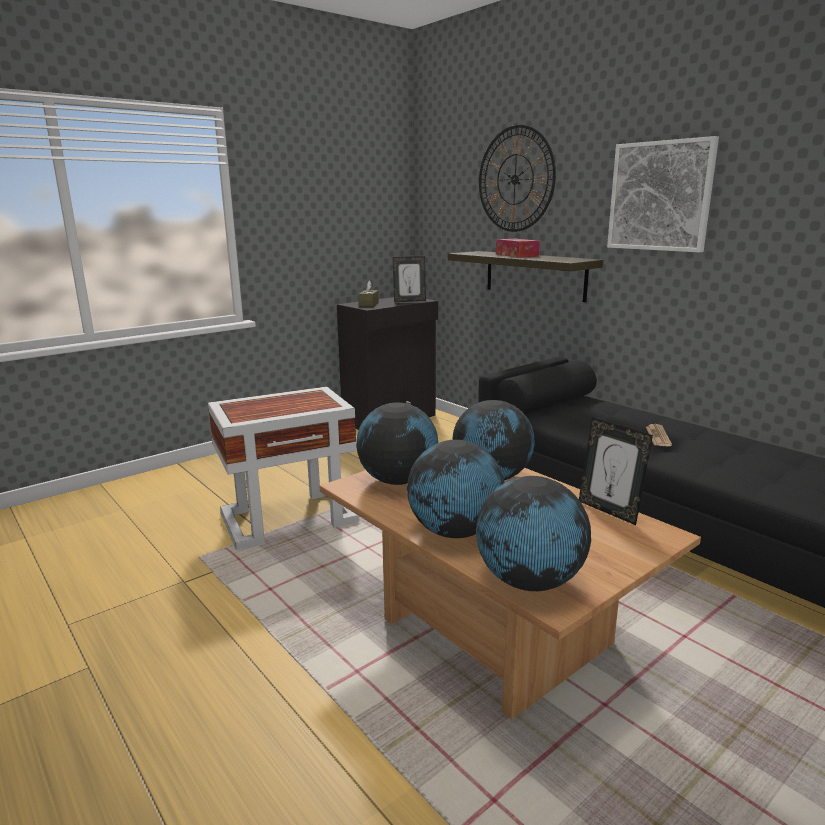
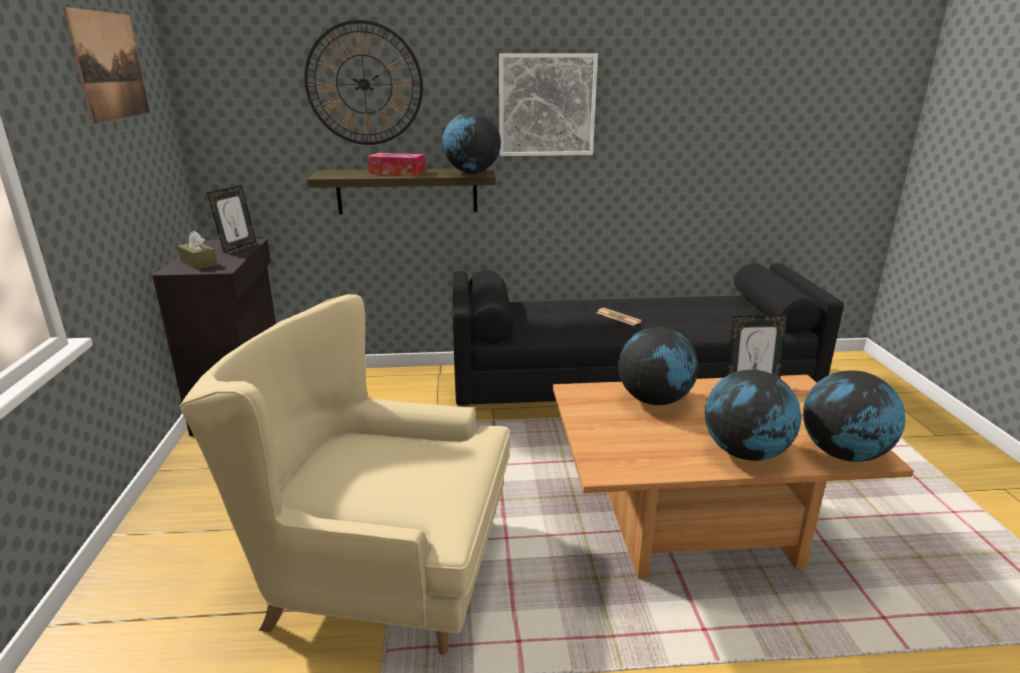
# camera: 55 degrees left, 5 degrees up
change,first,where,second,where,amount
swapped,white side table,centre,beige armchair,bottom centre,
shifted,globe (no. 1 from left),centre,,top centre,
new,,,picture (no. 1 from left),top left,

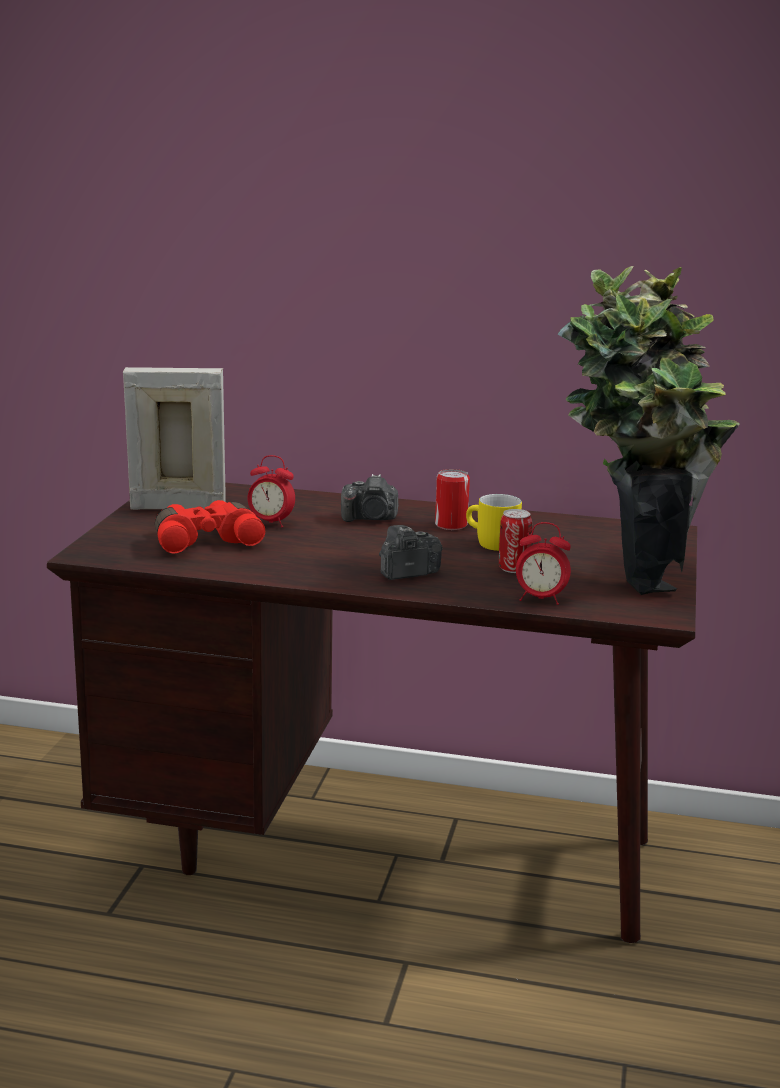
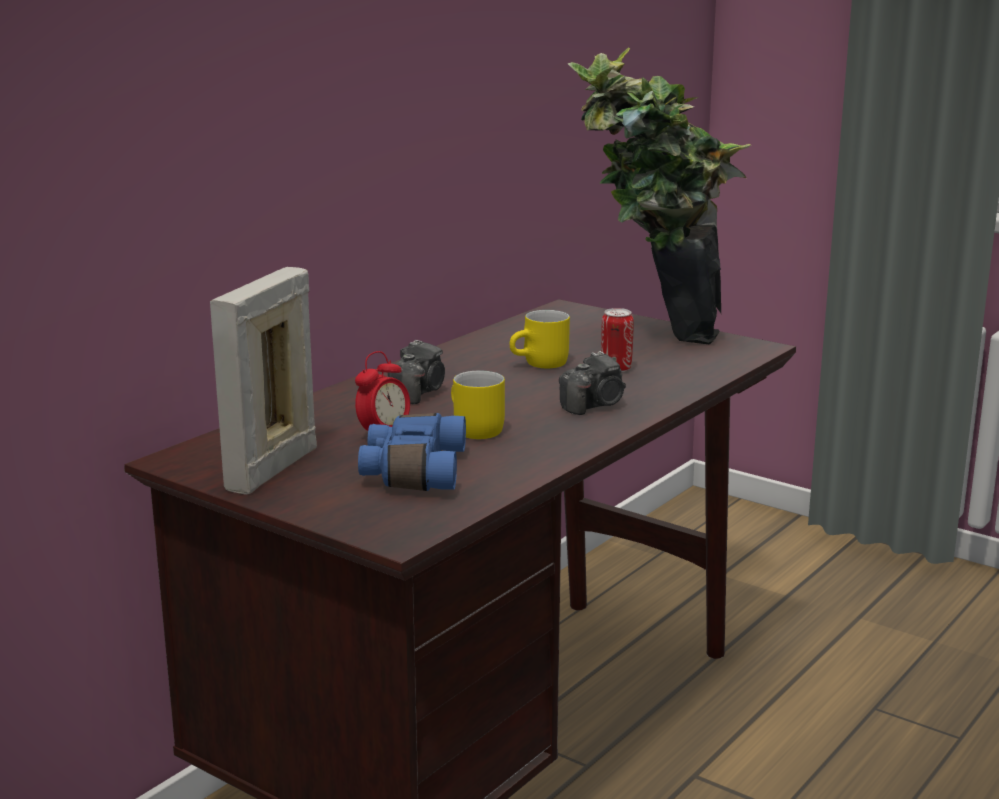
# camera: 65 degrees left, 0 degrees up
change,first,where,second,where,amount
repainted,red binoculars,middle left,blue binoculars,centre,
rotated,photo camera (no. 2 from left),centre,,centre,120 degrees counterclockwise
gone,can (no. 1 from left),centre,,,
gone,alarm clock (no. 2 from left),middle right,,,
new,,,yellow mug (no. 1 from left),centre,

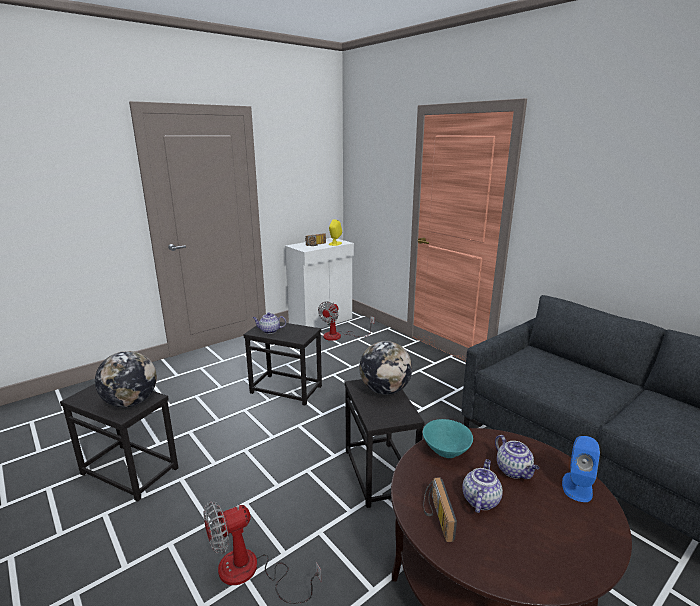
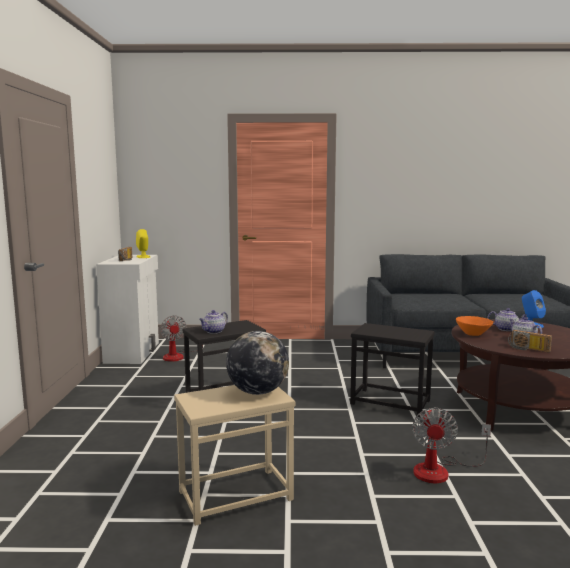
# camera: 50 degrees left, 10 degrees down
change,first,where,second,where,amount
repainted,black side table (no. 1 from left),bottom left,beige side table,bottom centre,
gone,globe (no. 2 from left),centre,,,
repainted,turquoise bowl,bottom centre,orange bowl,middle right,

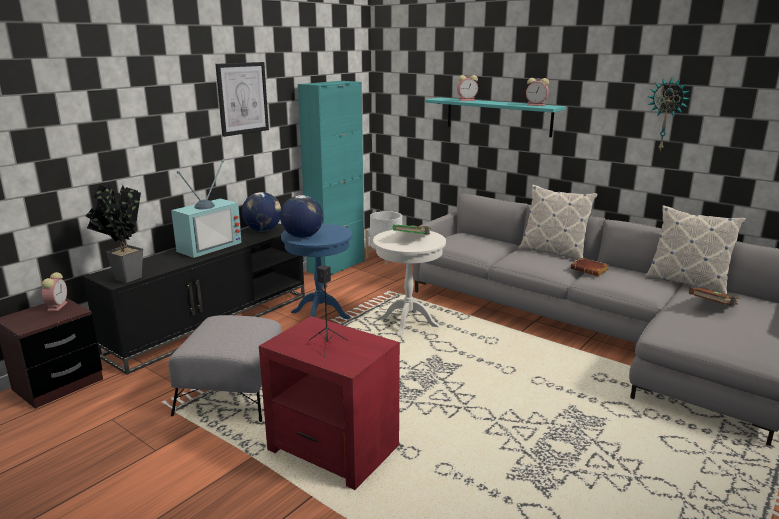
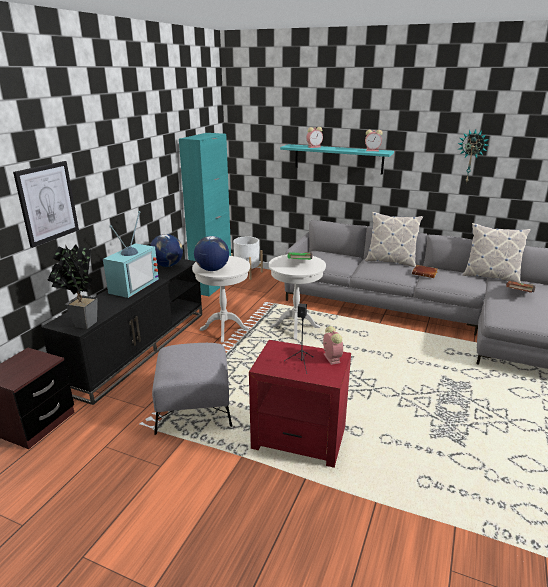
# camera: 15 degrees left, 5 degrees up
change,first,where,second,where,amount
shifted,alarm clock (no. 1 from left in the first image),middle left,alarm clock (no. 2 from left),centre,
shifted,picture,top left,,middle left,
repainted,blue side table,centre,white side table (no. 1 from left),centre,

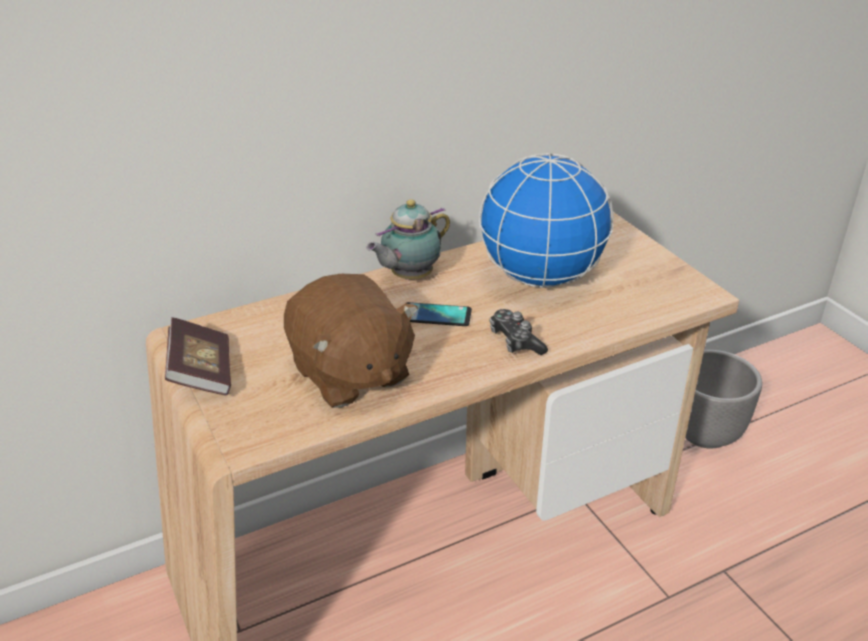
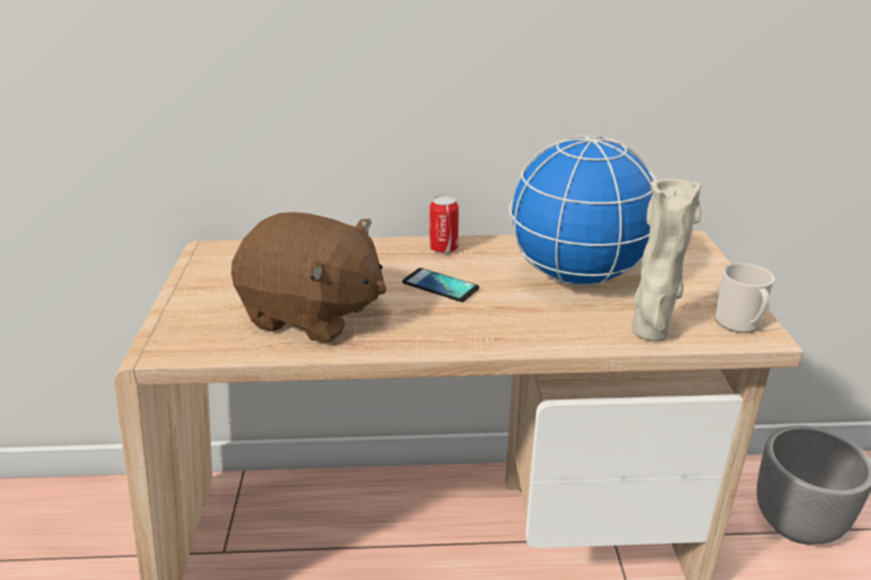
# camera: 25 degrees right, 5 degrees down
change,first,where,second,where,amount
gone,book,middle left,,,
rotated,brown plush toy,centre,,centre,60 degrees counterclockwise
swapped,teapot,centre,can,centre,
gone,game controller,centre,,,
new,,,beige vase,middle right,
new,,,mug,middle right,

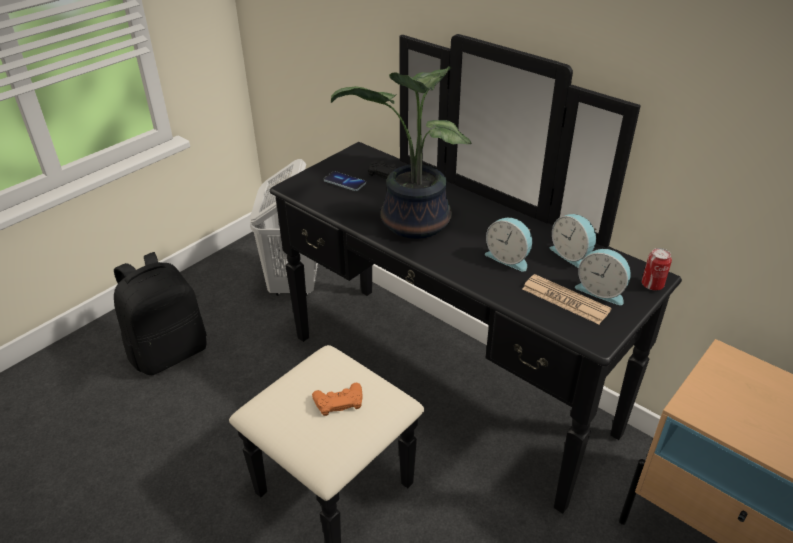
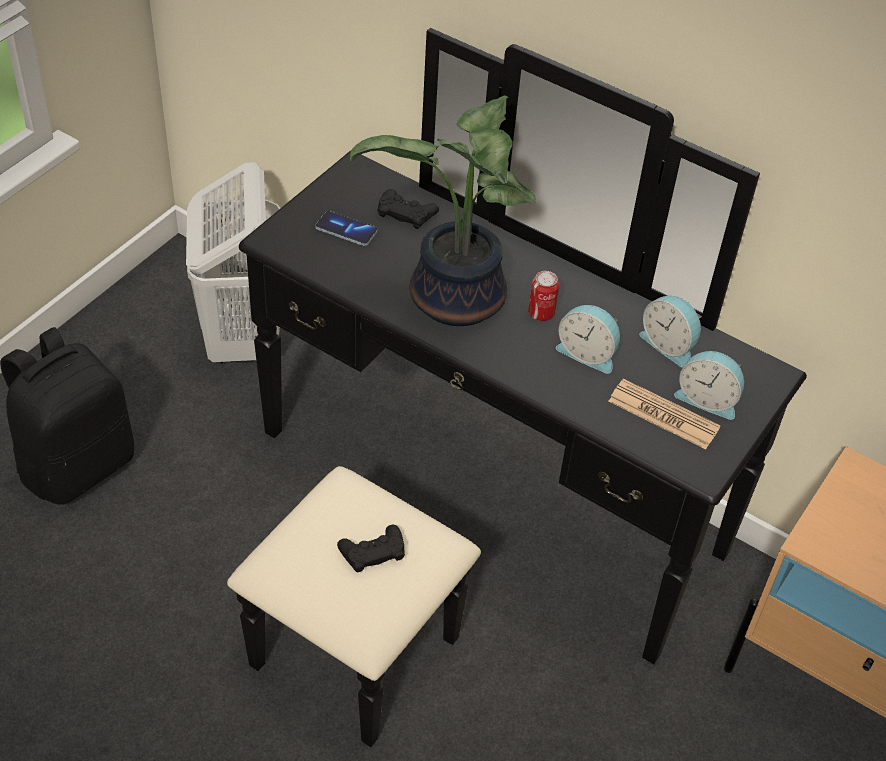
# camera: 10 degrees left, 10 degrees up
change,first,where,second,where,amount
repainted,orange game controller,bottom centre,black game controller (no. 1 from left),bottom centre,
shifted,can,middle right,,centre,

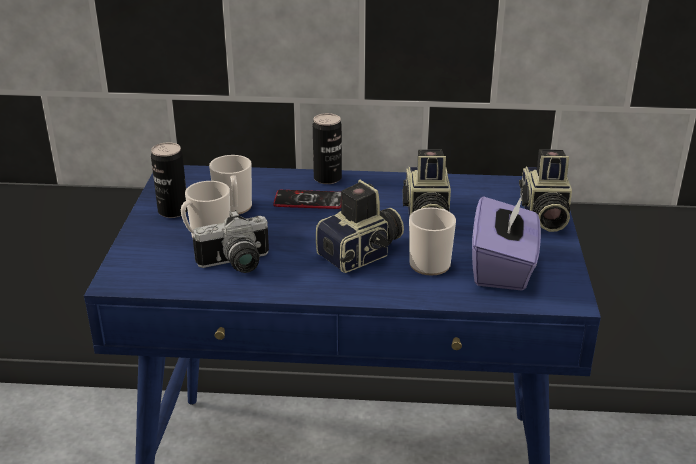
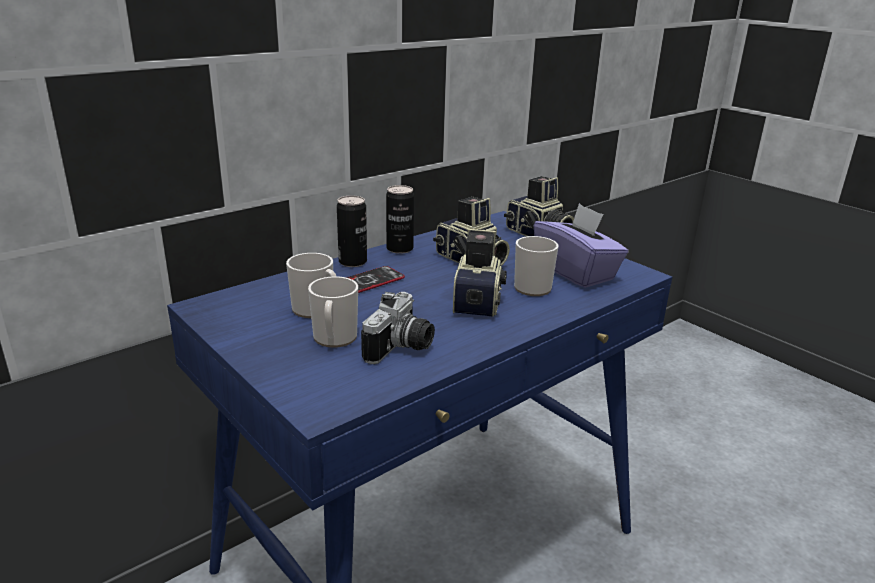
# camera: 45 degrees left, 5 degrees down
change,first,where,second,where,amount
shifted,can (no. 1 from left in the first image),middle left,can (no. 2 from left),centre,

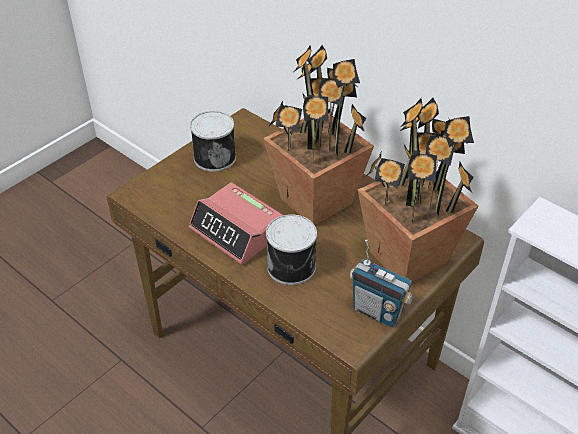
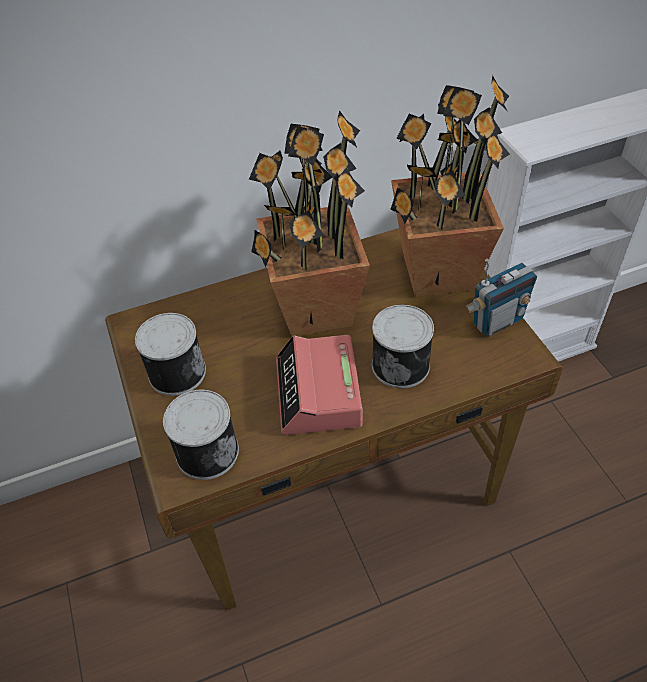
# camera: 60 degrees left, 5 degrees up
change,first,where,second,where,amount
rotated,alarm clock,centre,,centre,105 degrees clockwise
new,,,can (no. 2 from left),middle left,

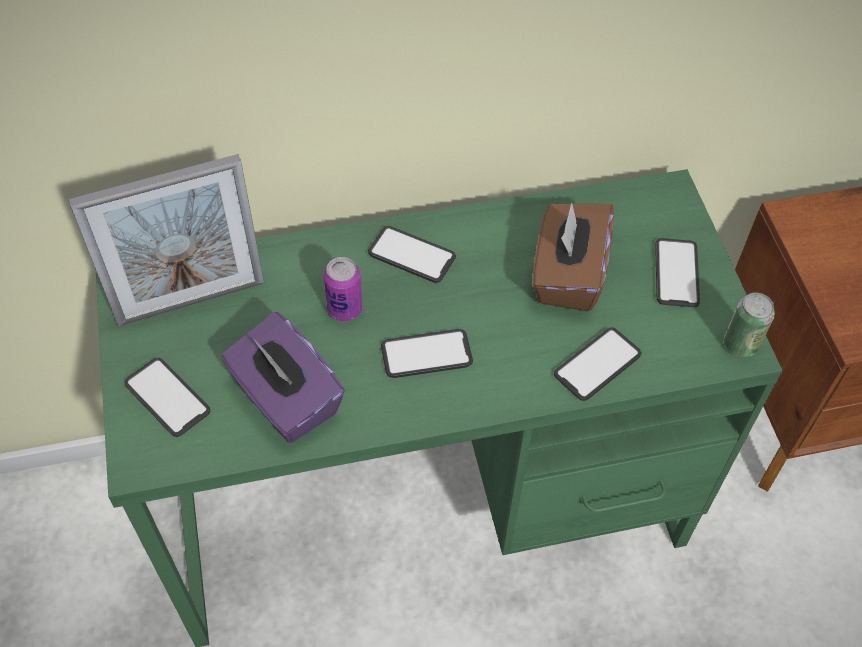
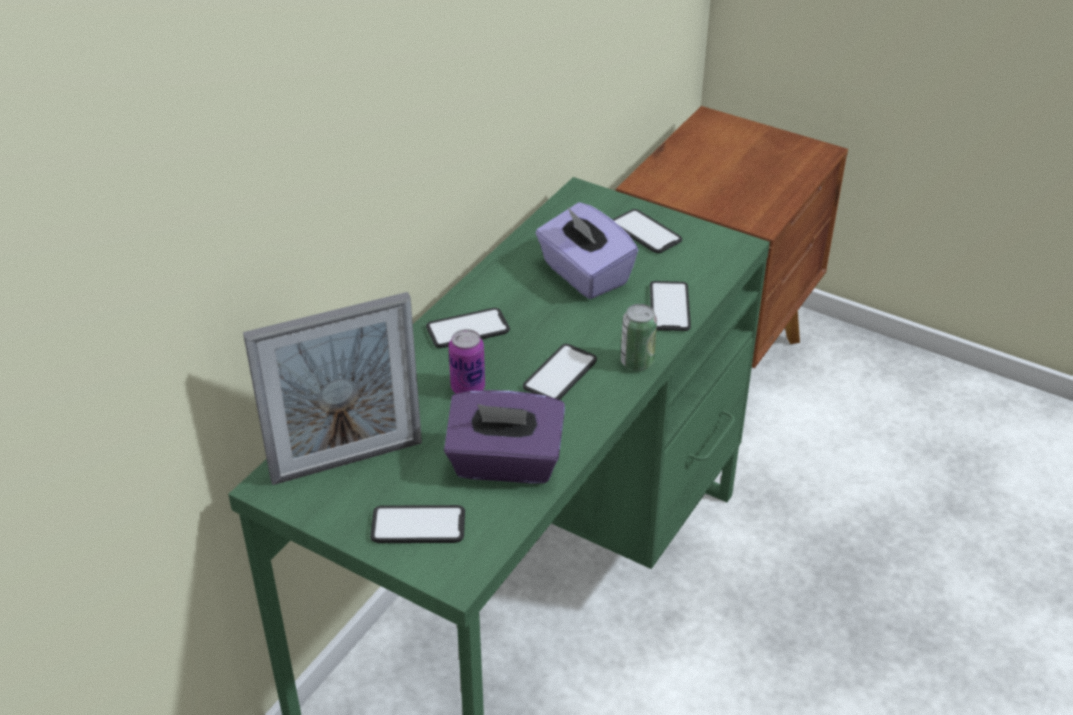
# camera: 45 degrees left, 15 degrees down
change,first,where,second,where,amount
rotated,picture frame,middle left,,middle left,45 degrees clockwise
repainted,brown tissue box,centre,purple tissue box (no. 2 from left),centre,
shifted,can (no. 2 from left),middle right,,centre,

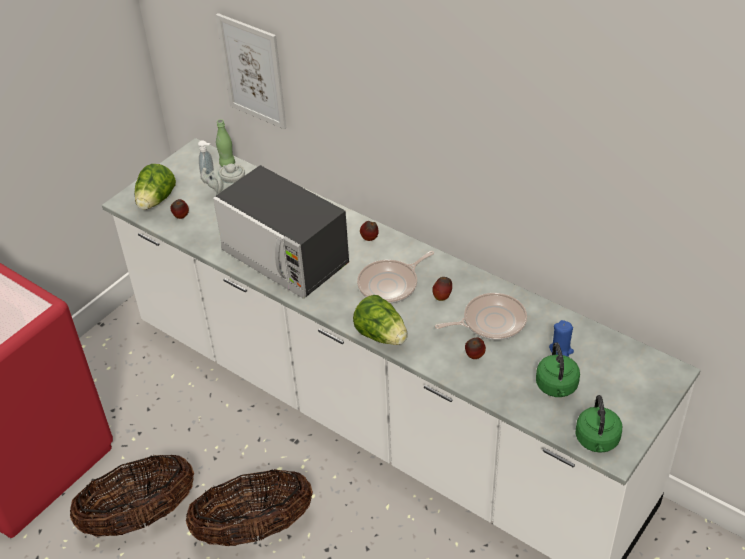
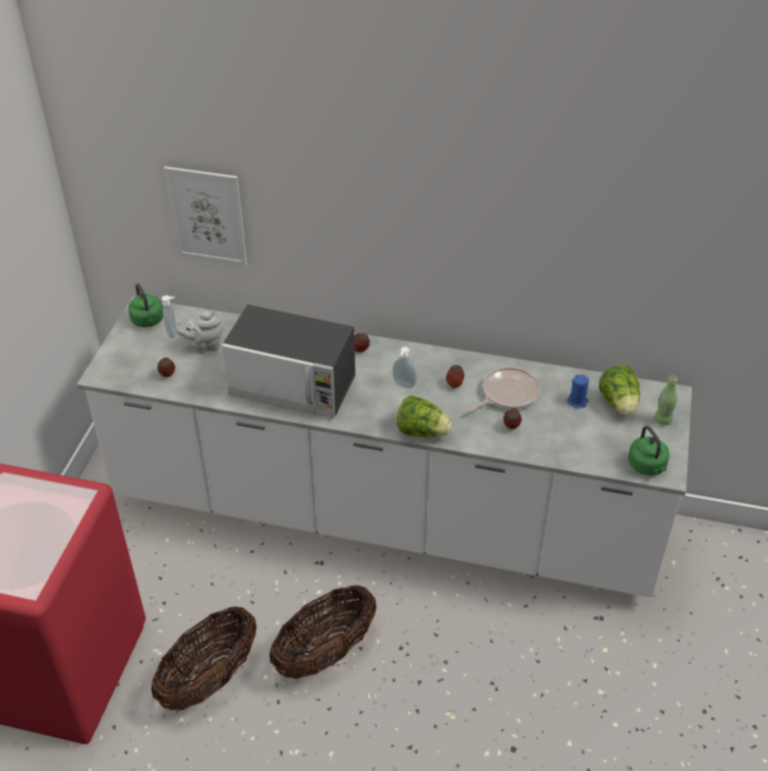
# camera: 25 degrees left, 0 degrees up
change,first,where,second,where,amount
shifted,lettuce (no. 1 from left in the first image),middle left,lettuce (no. 2 from left),middle right,
shifted,green bottle,top left,,middle right,
swapped,frying pan (no. 1 from left),centre,soap dispenser (no. 2 from left),centre,
shifted,green kettle (no. 1 from left),middle right,,middle left,

